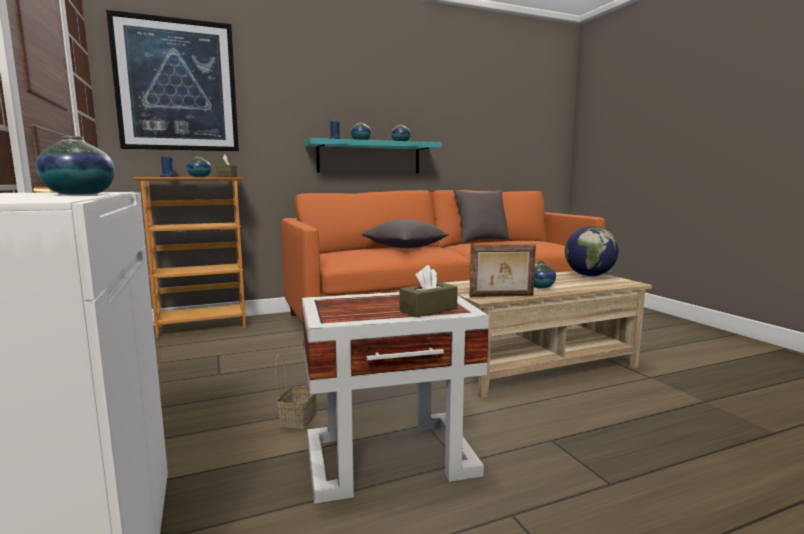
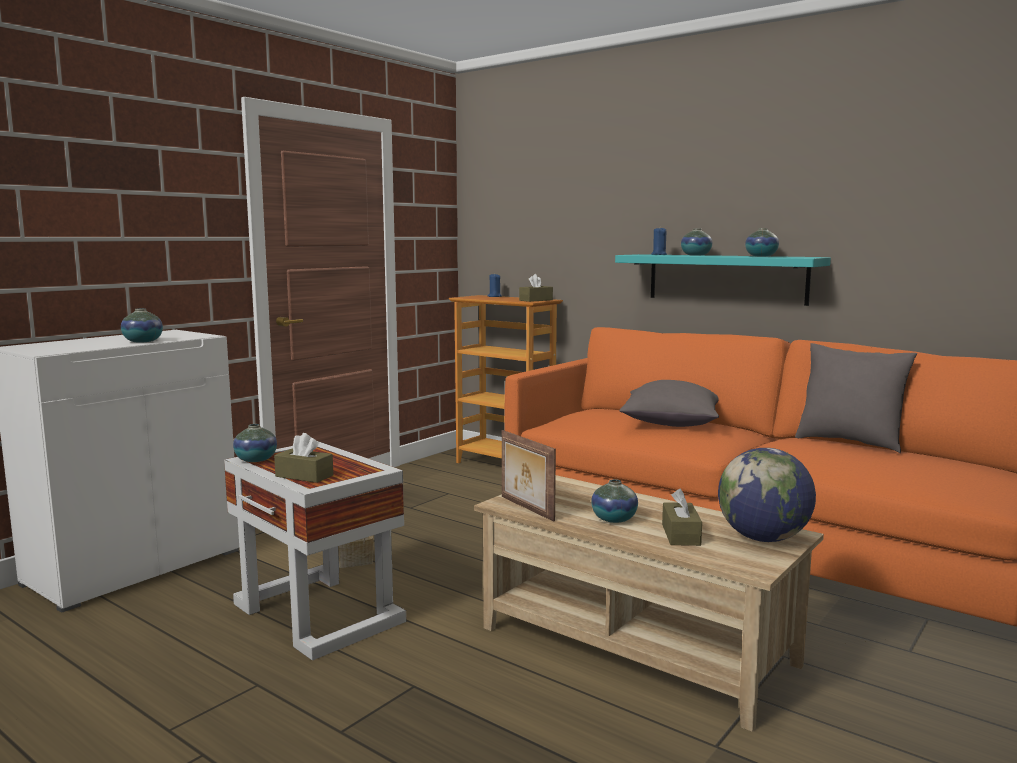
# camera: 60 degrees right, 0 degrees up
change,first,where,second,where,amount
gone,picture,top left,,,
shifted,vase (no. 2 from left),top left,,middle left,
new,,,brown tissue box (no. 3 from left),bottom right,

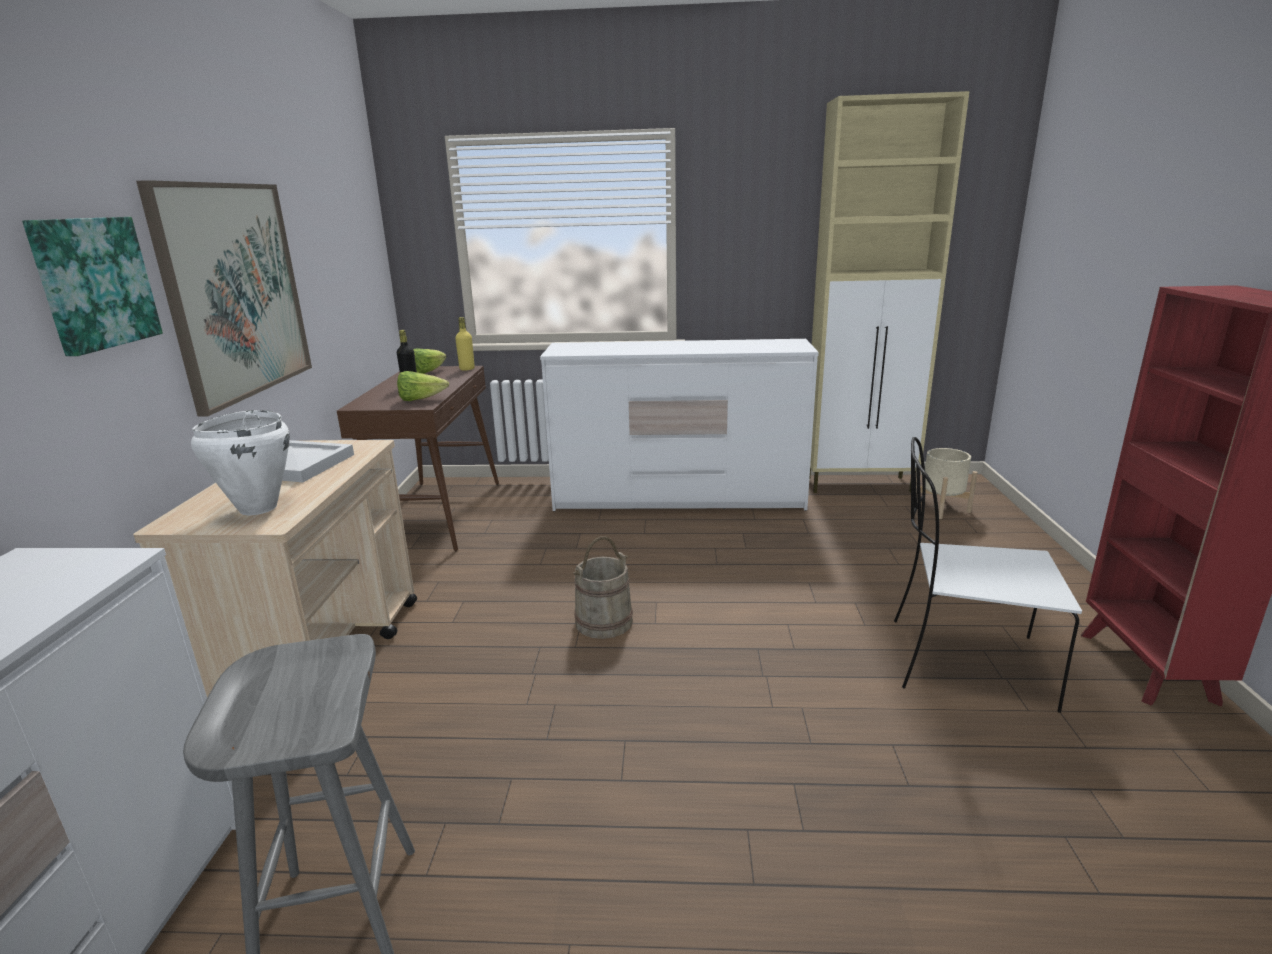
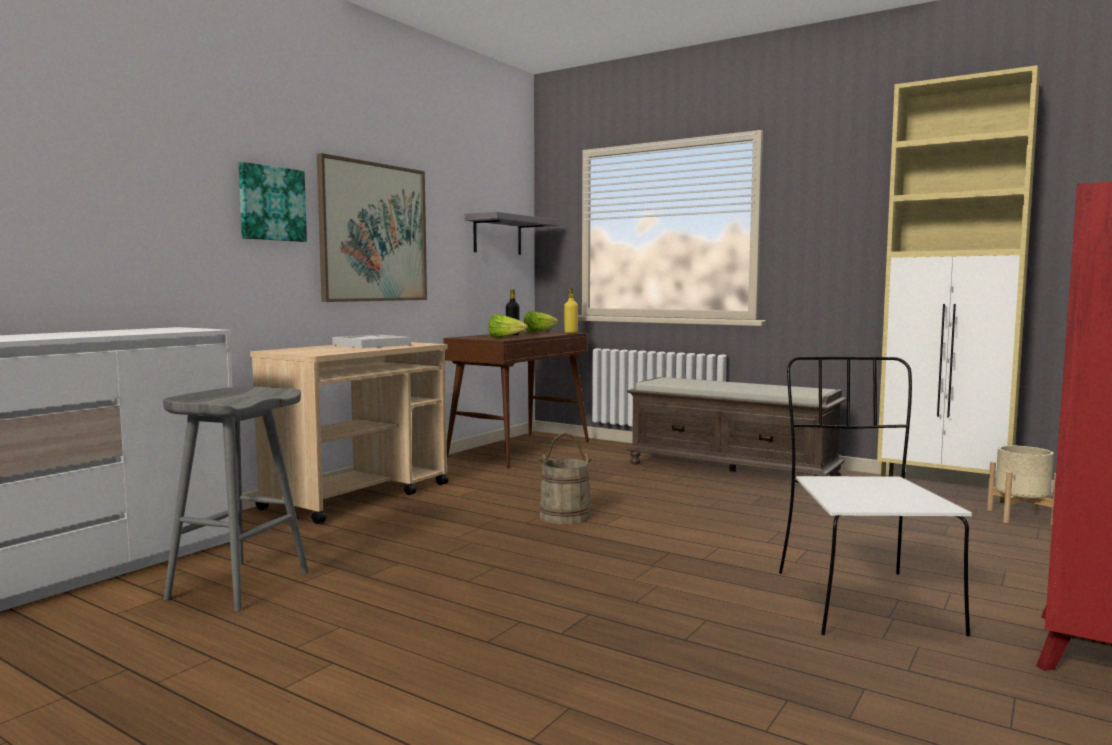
# camera: 30 degrees right, 15 degrees down
change,first,where,second,where,amount
gone,white cooking pot,middle left,,,
swapped,white dresser (no. 2 from left),centre,brown bench,centre,
rotated,white chair,middle right,,middle right,45 degrees clockwise
new,,,grey shelf,top centre,

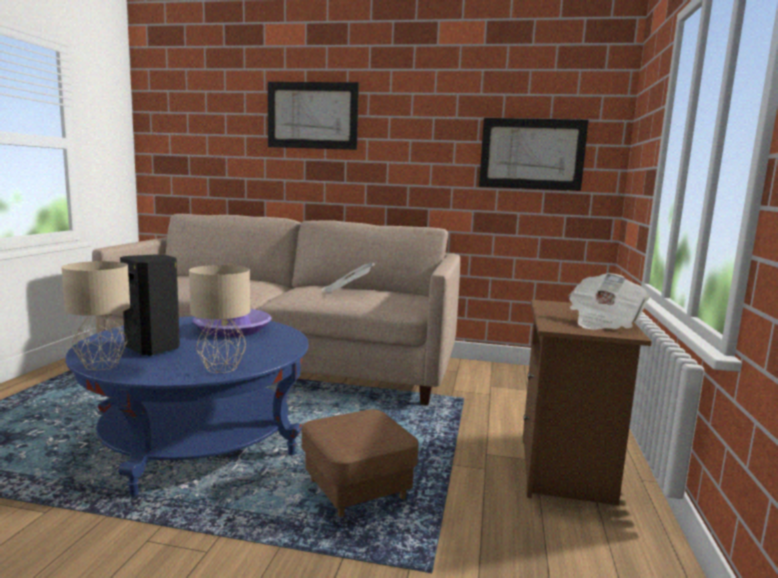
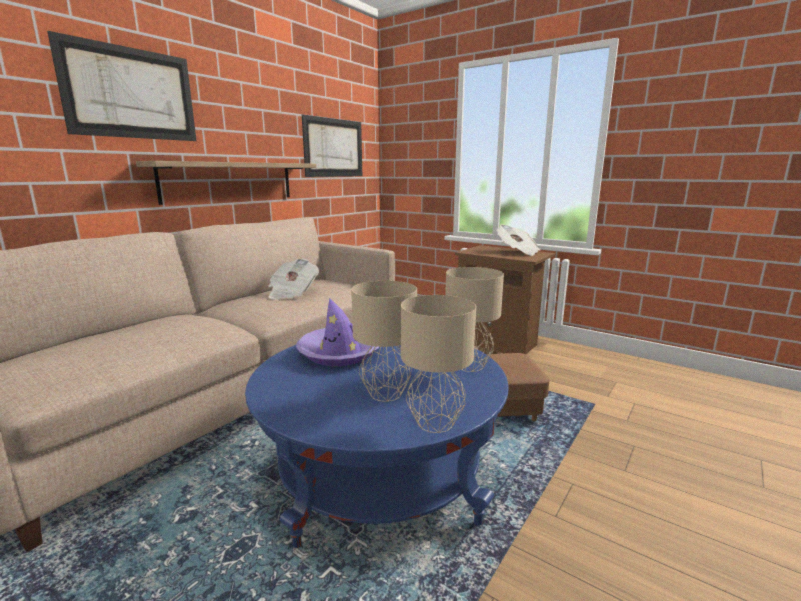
# camera: 65 degrees left, 5 degrees up
change,first,where,second,where,amount
swapped,black speaker,middle left,beige table lamp (no. 1 from left),centre,
new,,,shelf,top left,

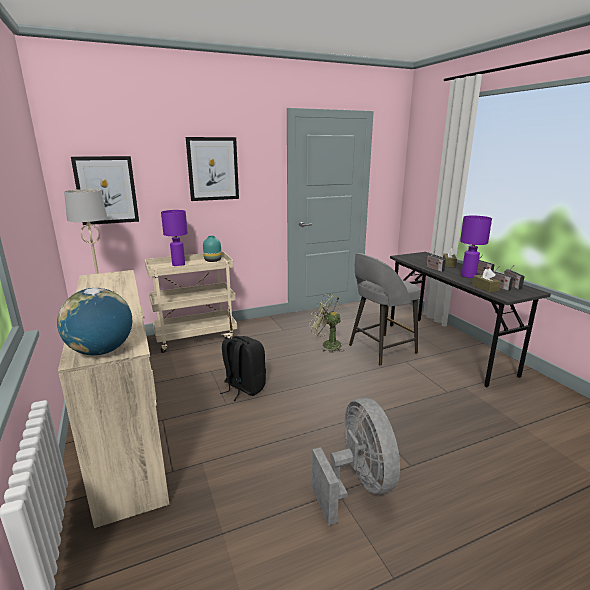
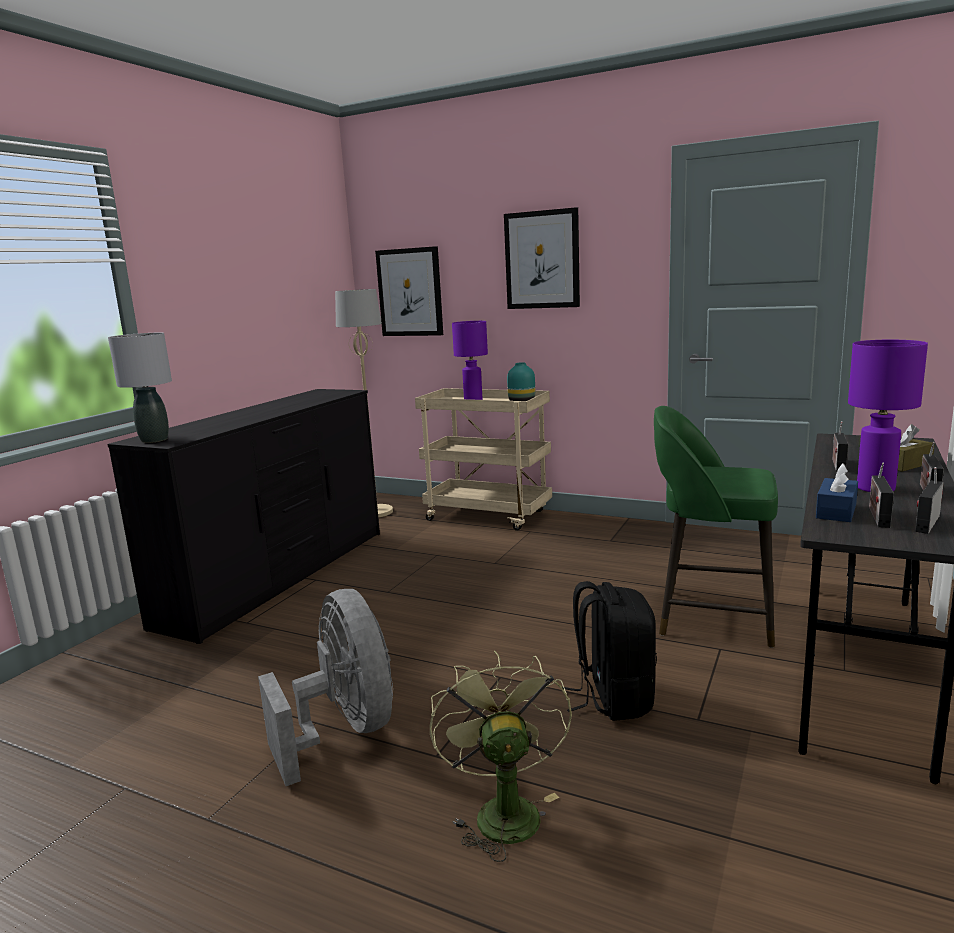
# camera: 50 degrees right, 5 degrees down
change,first,where,second,where,amount
swapped,globe,middle left,grey table lamp,middle left,
repainted,beige dresser,bottom left,black dresser,middle left,
shifted,black backpack,centre,,bottom centre,
shifted,green fan,centre,,bottom centre,
rotated,grey fan,bottom centre,,bottom centre,60 degrees counterclockwise
repainted,grey stool,centre,green stool,middle right,
repainted,brown tissue box (no. 2 from left),middle right,blue tissue box,middle right,

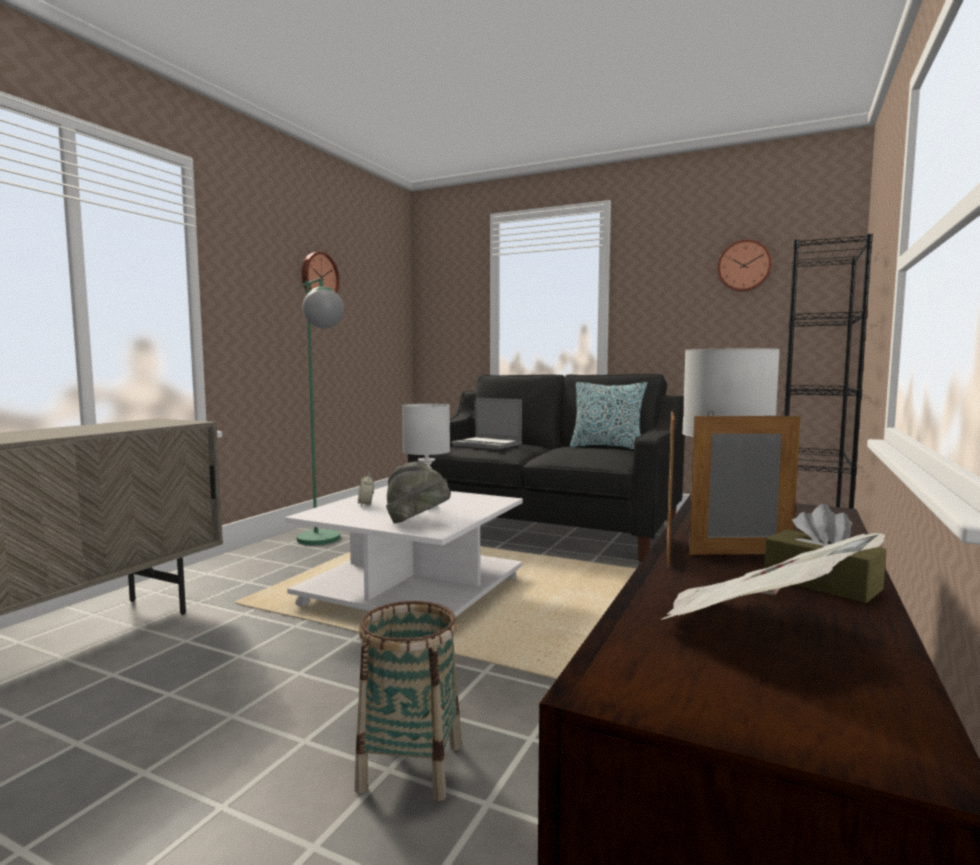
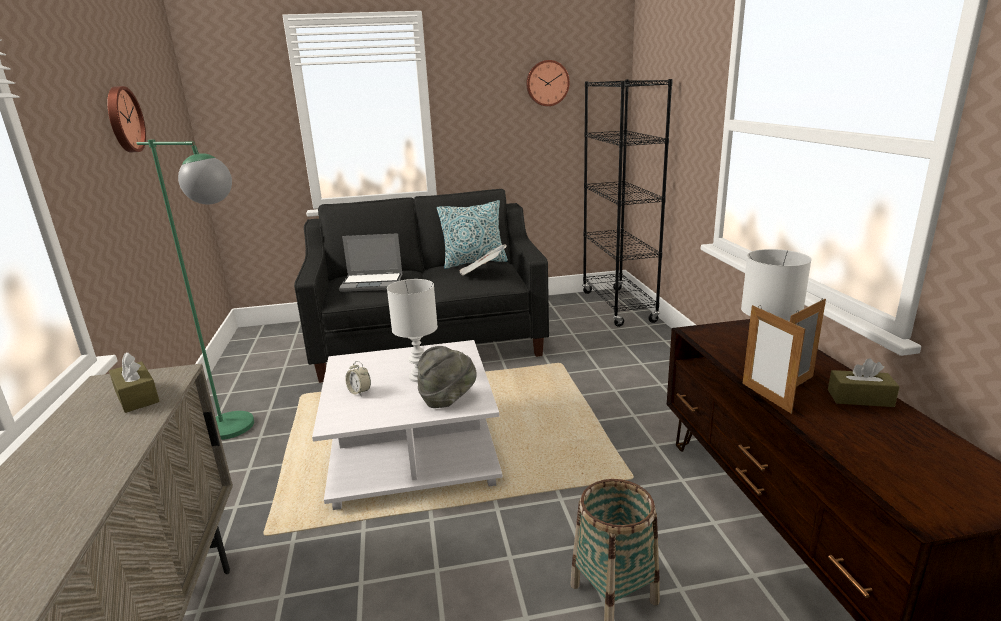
# camera: 35 degrees left, 15 degrees up
change,first,where,second,where,amount
shifted,newspaper,middle right,,centre,
new,,,brown tissue box (no. 1 from left),middle left,

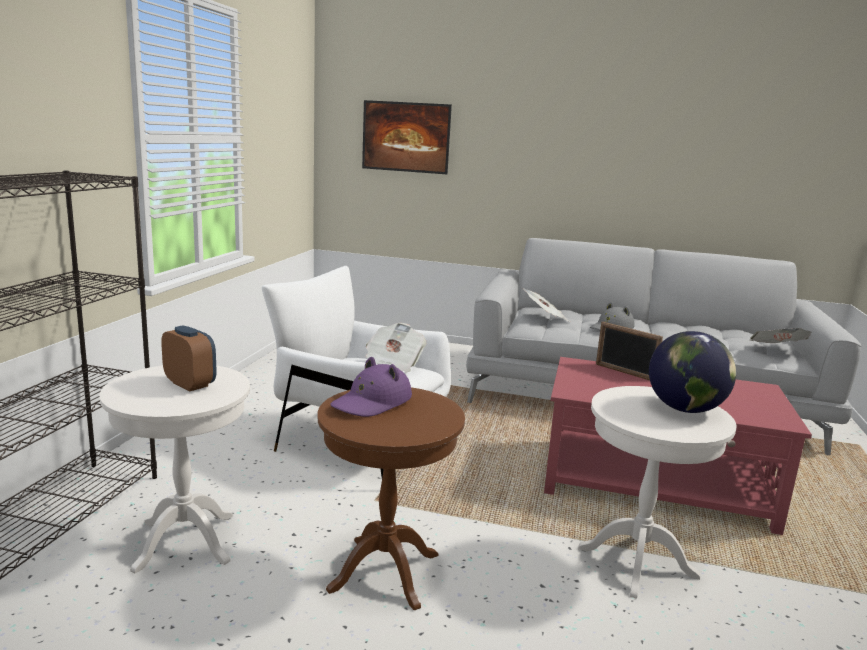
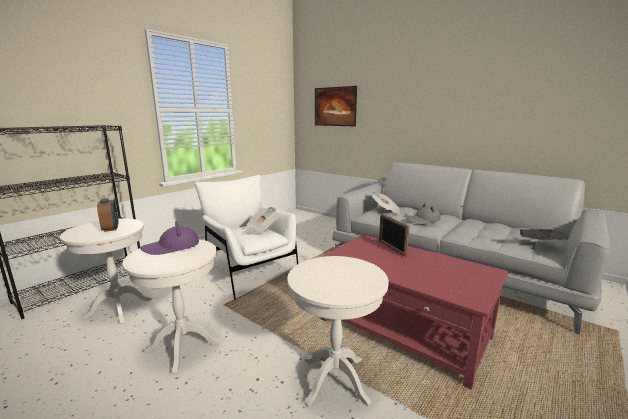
# camera: 25 degrees right, 0 degrees up
change,first,where,second,where,amount
repainted,brown side table,bottom centre,white side table (no. 2 from left),bottom left,
gone,globe,middle right,,,

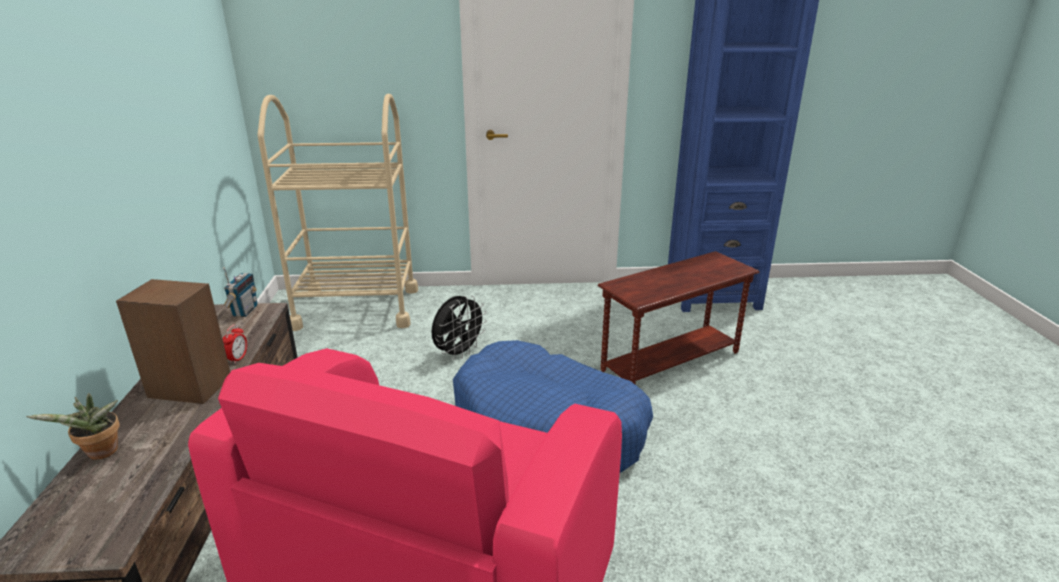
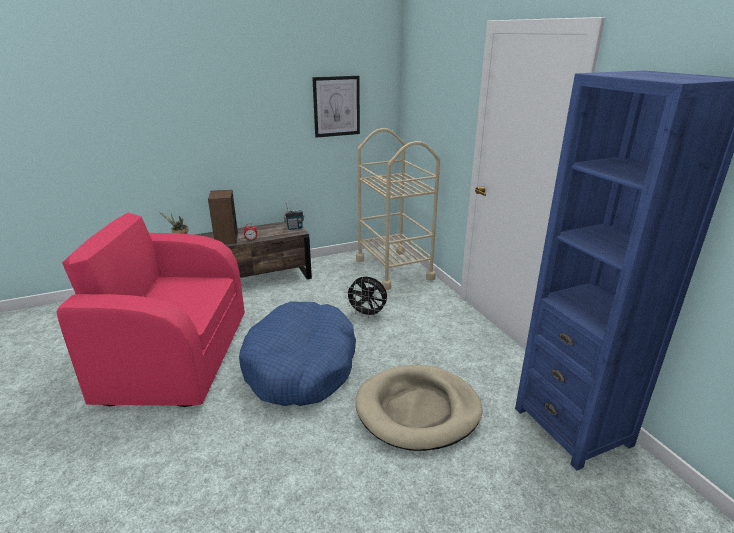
# camera: 70 degrees right, 0 degrees up
change,first,where,second,where,amount
swapped,brown side table,centre,beige dog bed,bottom centre,
new,,,picture,top centre,

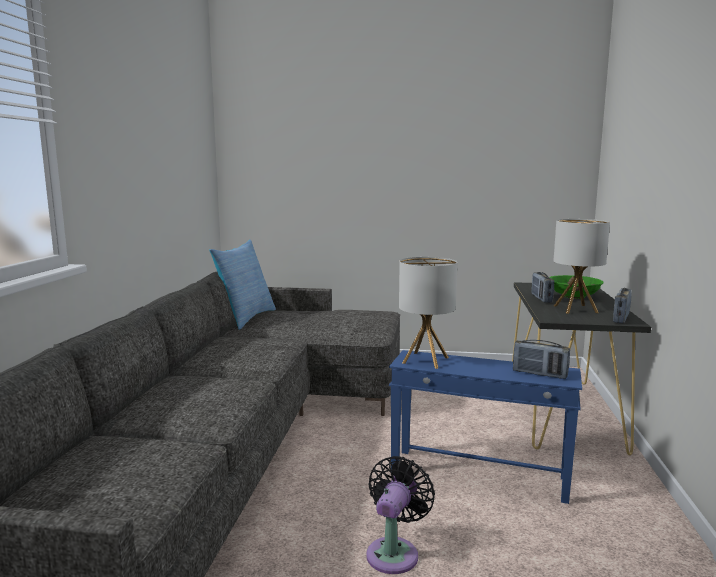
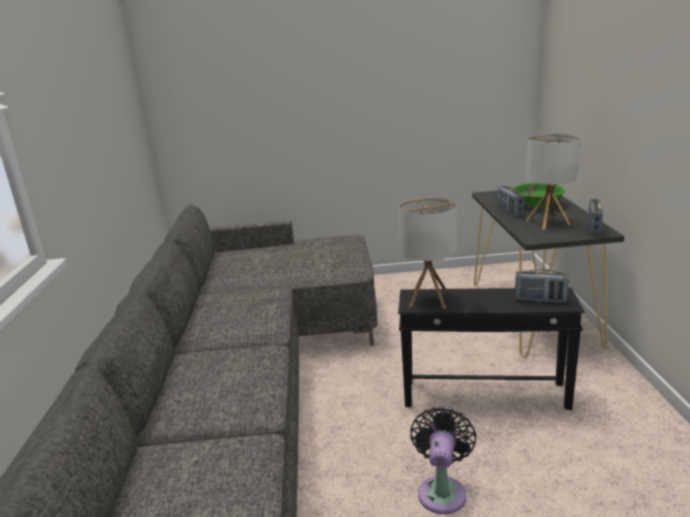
# camera: 10 degrees left, 10 degrees up
change,first,where,second,where,amount
gone,pillow,centre,,,
repainted,blue side table,bottom right,black side table,bottom right,

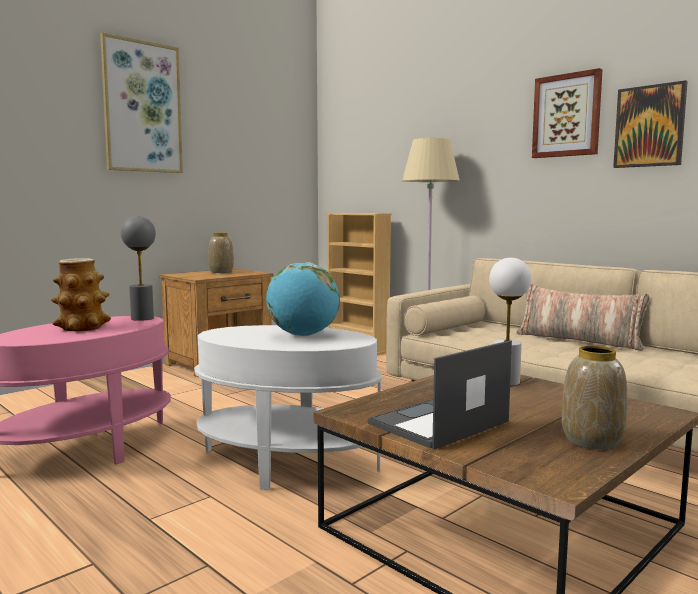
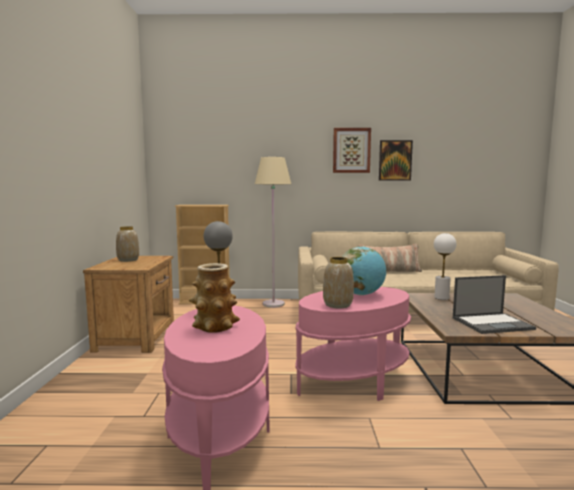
# camera: 45 degrees left, 0 degrees up
change,first,where,second,where,amount
gone,picture (no. 1 from left),top left,,,
repainted,white side table,bottom centre,pink side table (no. 2 from left),bottom centre,
rotated,laptop,centre,,middle right,105 degrees counterclockwise
shifted,vase (no. 3 from left),bottom right,,centre,

